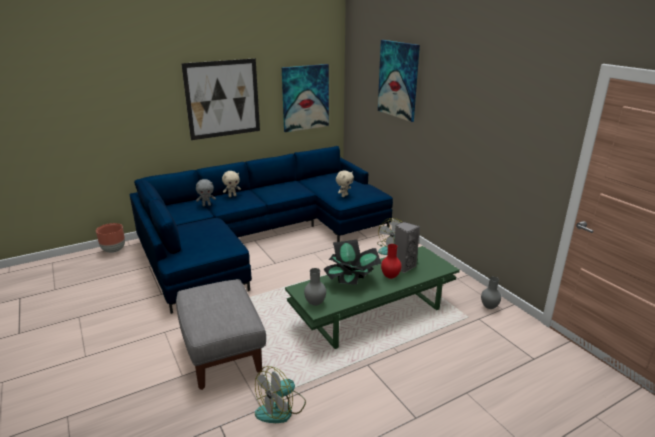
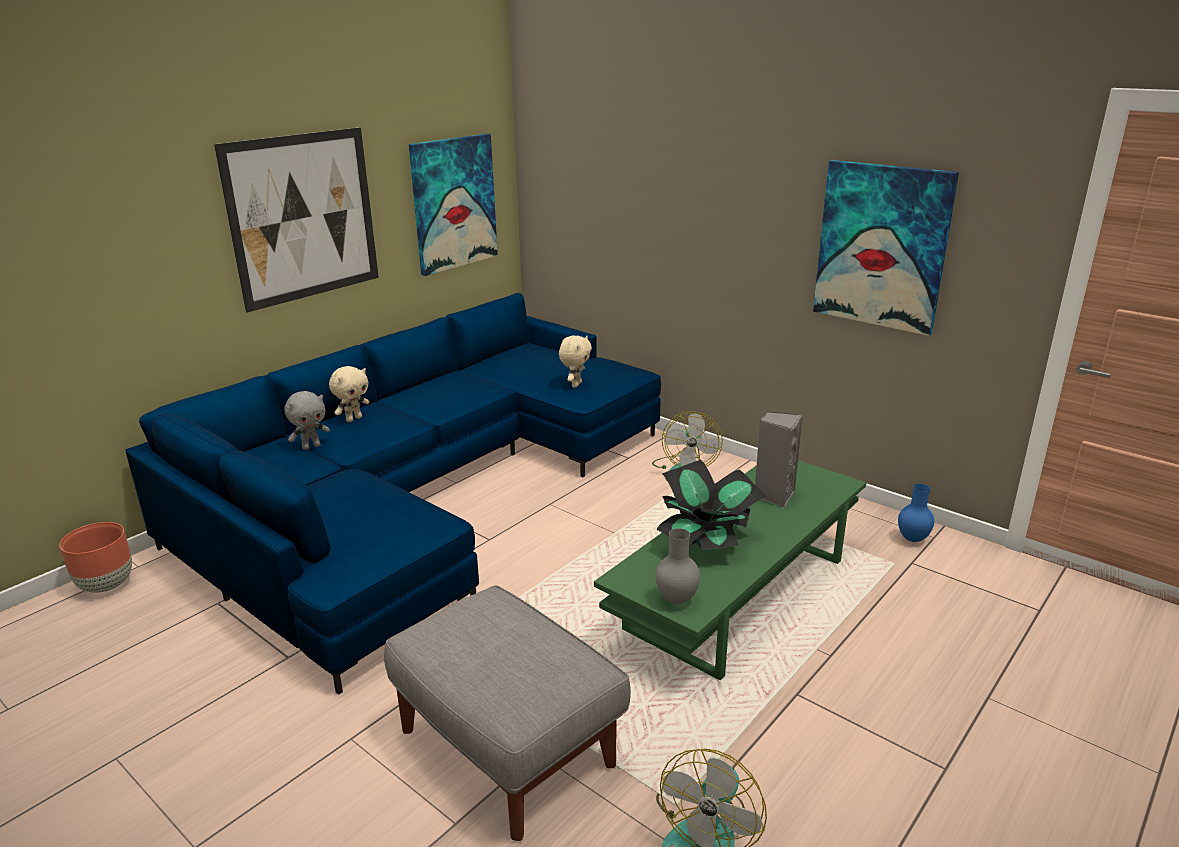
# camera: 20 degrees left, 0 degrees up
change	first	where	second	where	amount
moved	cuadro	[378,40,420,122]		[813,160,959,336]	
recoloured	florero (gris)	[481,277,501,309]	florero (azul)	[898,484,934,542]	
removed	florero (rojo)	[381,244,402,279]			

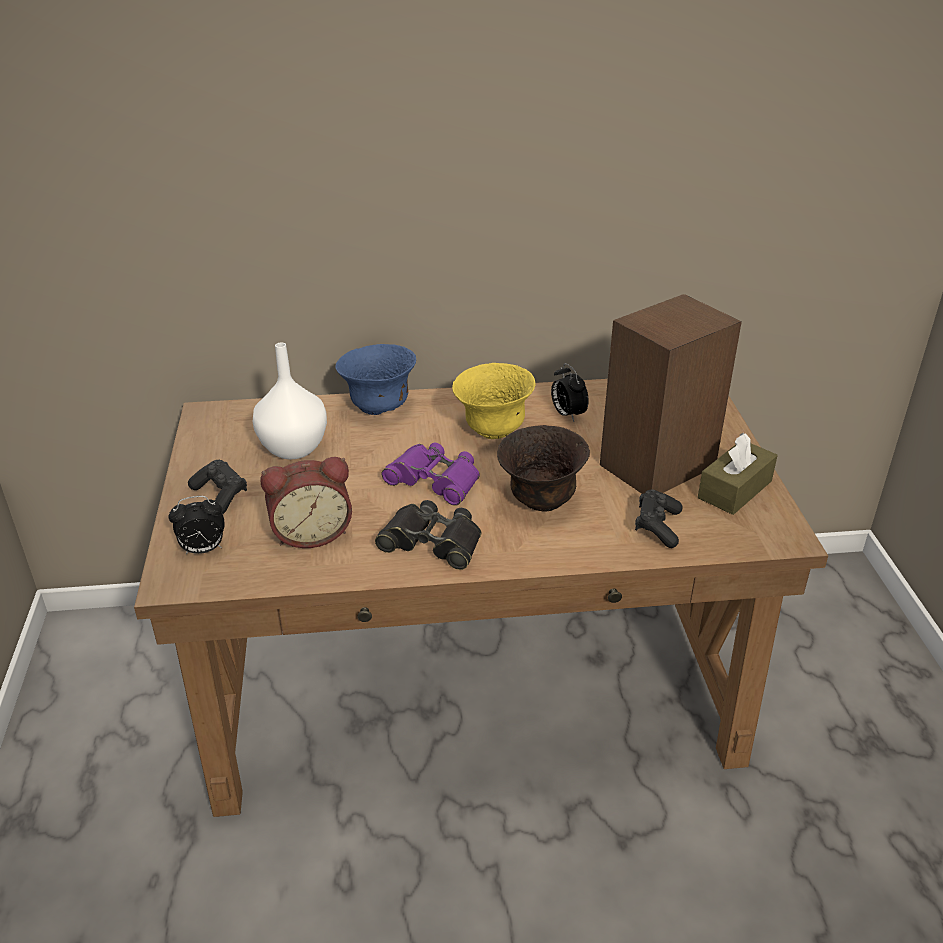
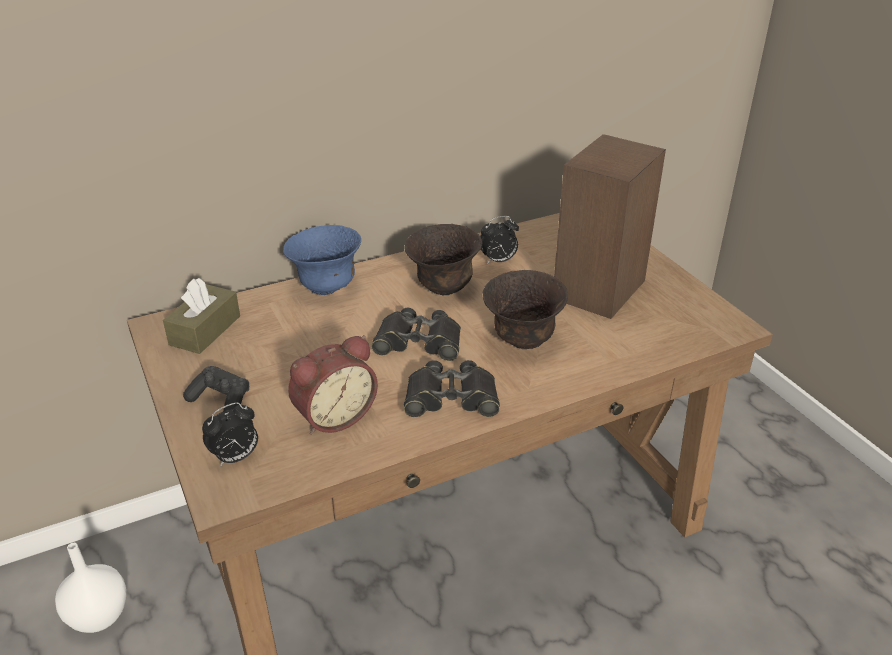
# camera: 20 degrees left, 0 degrees up
change	first	where	second	where	amount
moved	florero (blanco)	[253,342,327,460]		[55,543,127,633]	
moved	caja de pañuelos (marrón)	[698,433,778,515]		[163,278,240,354]	
recoloured	prismáticos (morado)	[382,443,480,506]	prismáticos (negro)	[371,308,461,361]	
recoloured	cuenco (amarillo)	[452,363,535,439]	cuenco (marrón)	[405,224,482,295]	
turned	despertador	[551,363,589,422]		[480,216,519,264]	60 degrees counterclockwise
removed	mando de consola (negro)	[635,489,683,548]			

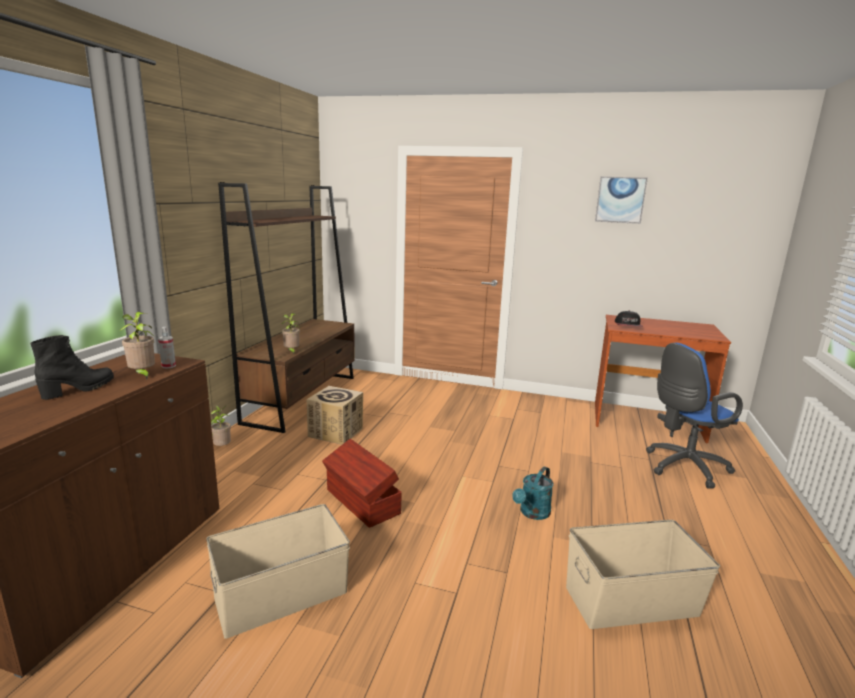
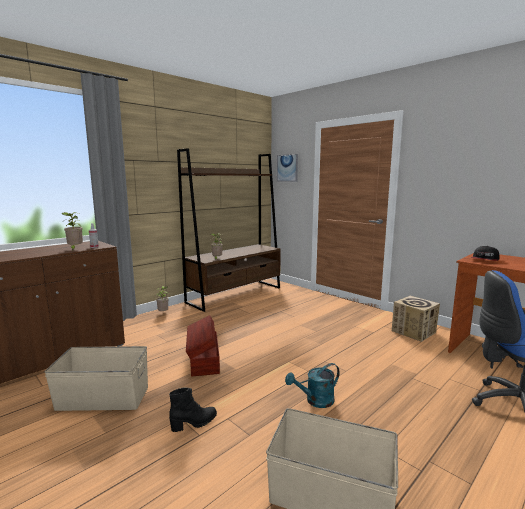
# camera: 30 degrees right, 5 degrees down
change	first	where	second	where	amount
moved	bota (negro)	[30,335,114,400]		[169,388,217,432]	
moved	cuadro	[595,176,648,224]		[277,154,298,182]	
moved	caja de cartón	[307,386,363,445]		[392,296,440,342]	

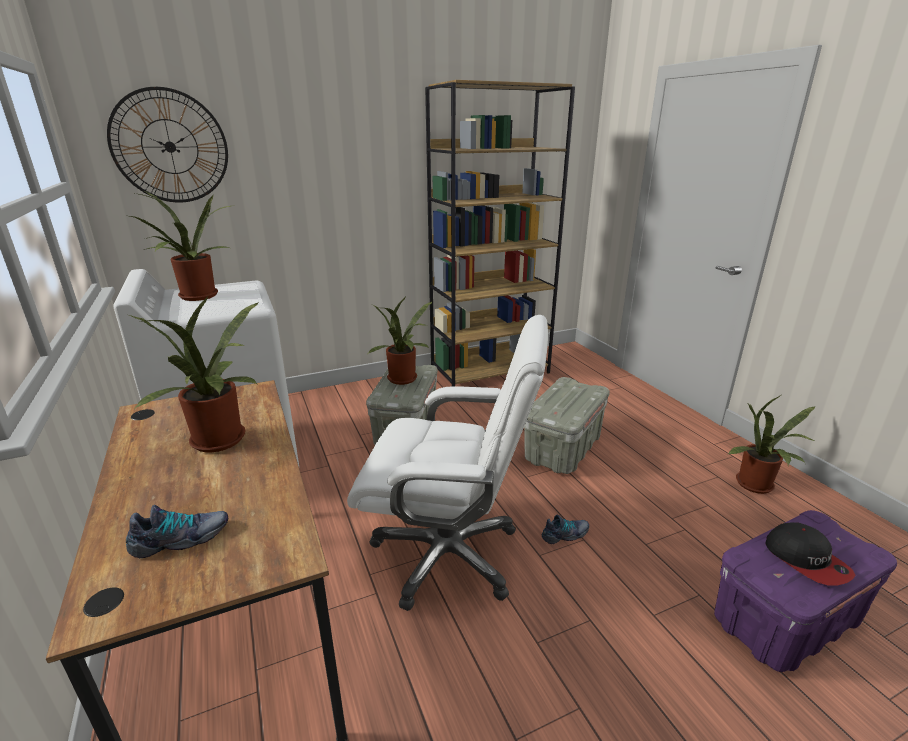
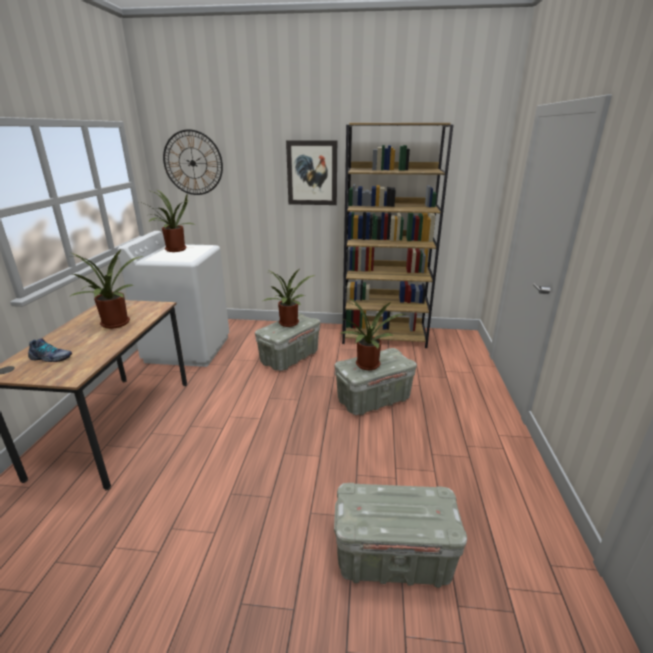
# camera: 30 degrees right, 0 degrees up
change	first	where	second	where	amount
added			cuadro	[286,140,337,205]	
recoloured	caja de almacenaje (morado)	[714,510,897,672]	caja de almacenaje (gris)	[334,483,467,588]	
moved	planta en maceta	[727,395,816,494]		[341,299,406,370]	
removed	silla de oficina (blanco)	[347,315,548,611]			
removed	zapato	[542,515,589,544]			
removed	gorra	[765,522,856,585]			

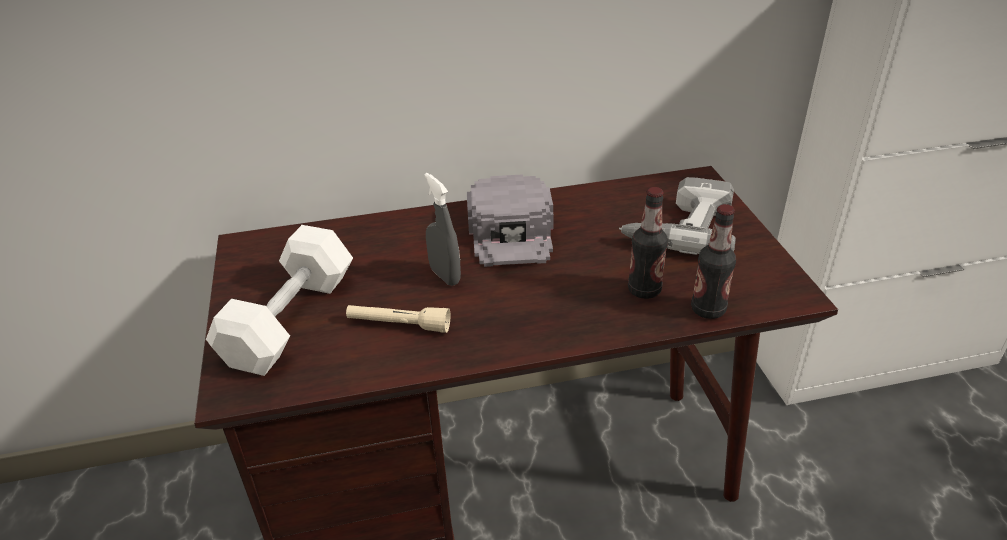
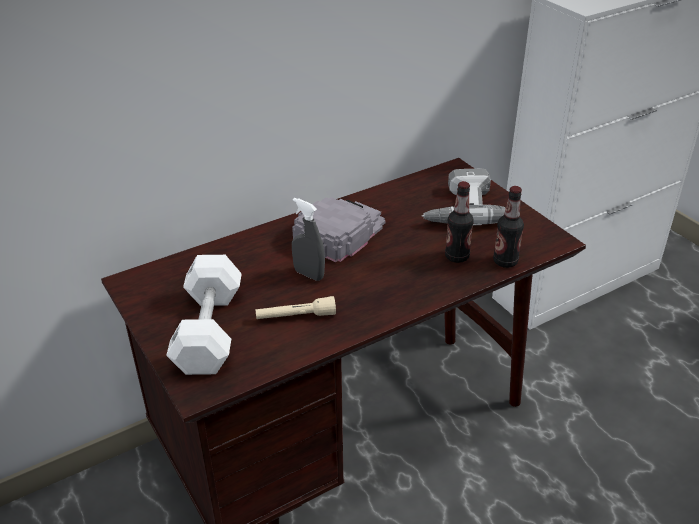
# camera: 20 degrees left, 0 degrees up
change	first	where	second	where	amount
turned	gorra (gris)	[467,174,554,267]		[292,197,385,262]	120 degrees counterclockwise

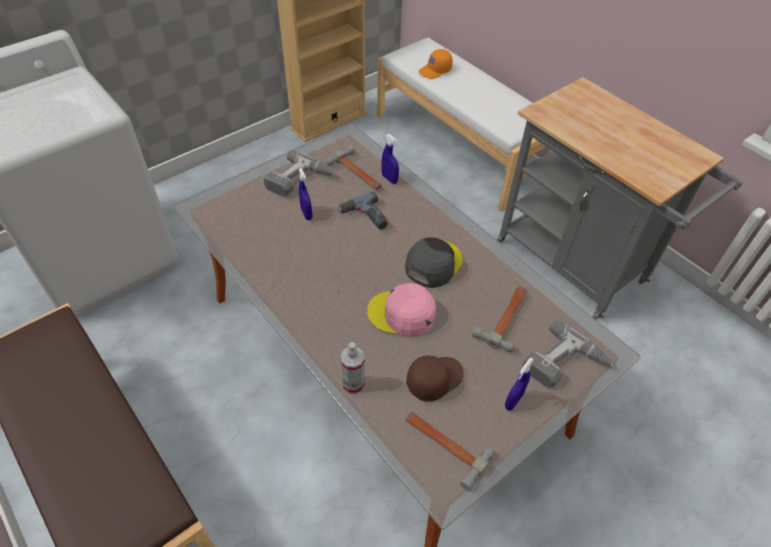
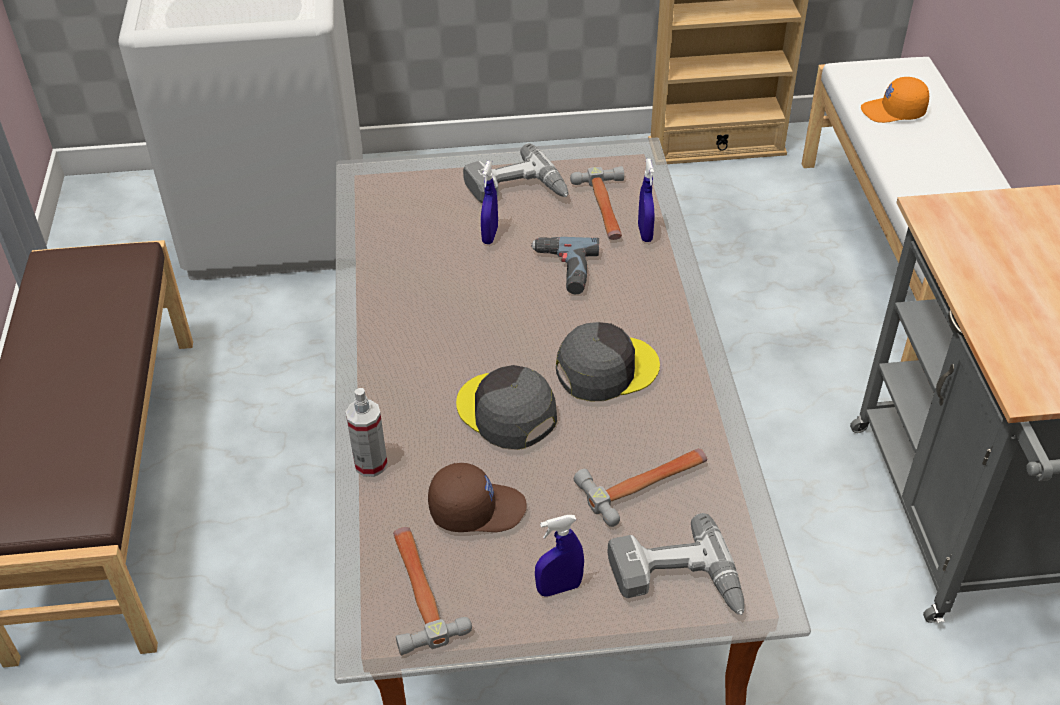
# camera: 35 degrees right, 5 degrees down
change	first	where	second	where	amount
recoloured	gorra (rosa)	[367,283,436,337]	gorra (gris)	[456,365,557,449]	

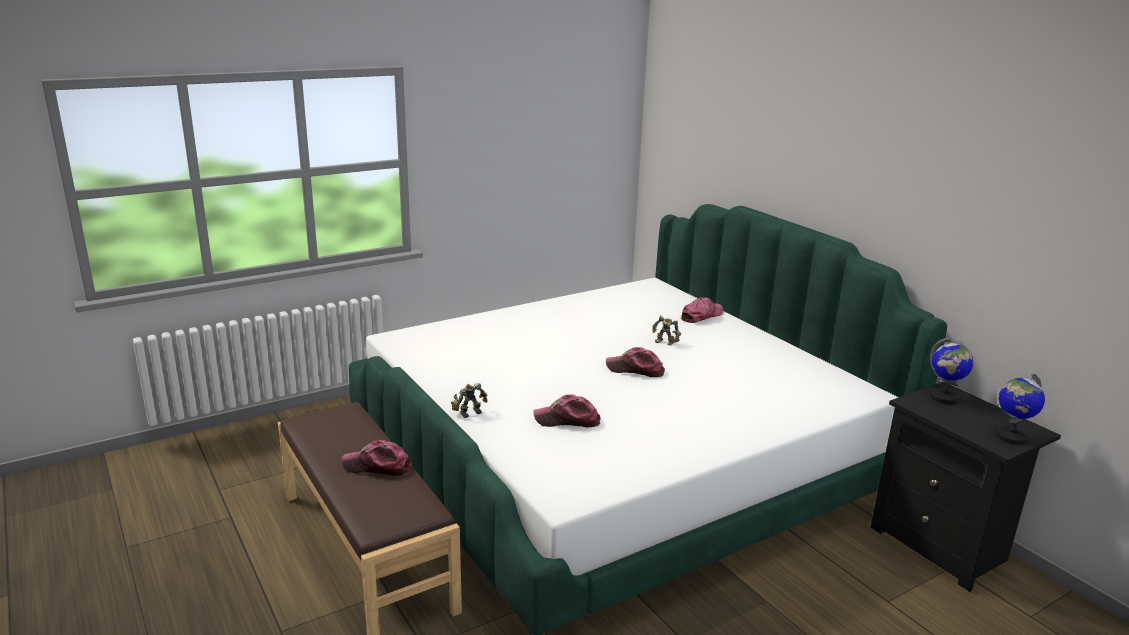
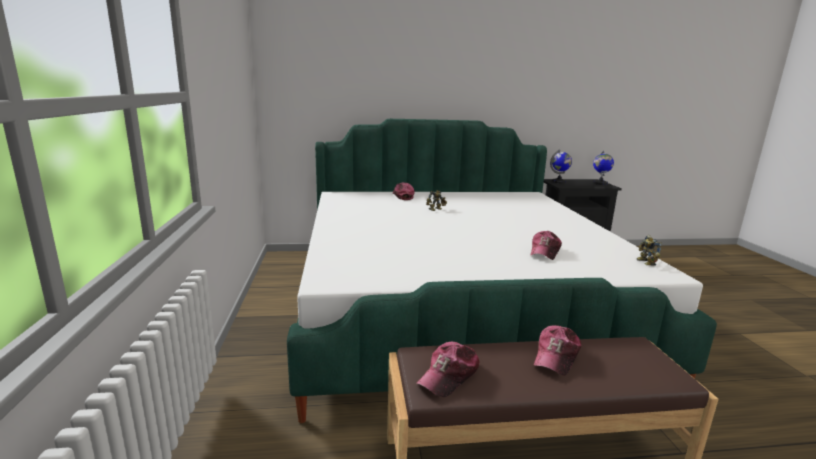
# camera: 65 degrees left, 5 degrees down
change	first	where	second	where	amount
moved	gorra	[606,347,665,377]		[416,342,480,397]	
moved	robot de juguete	[451,383,488,418]		[636,235,662,266]	

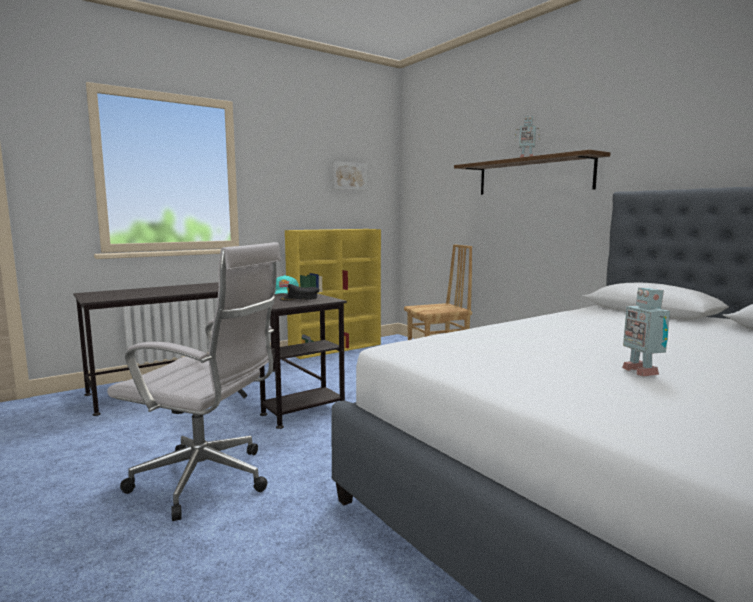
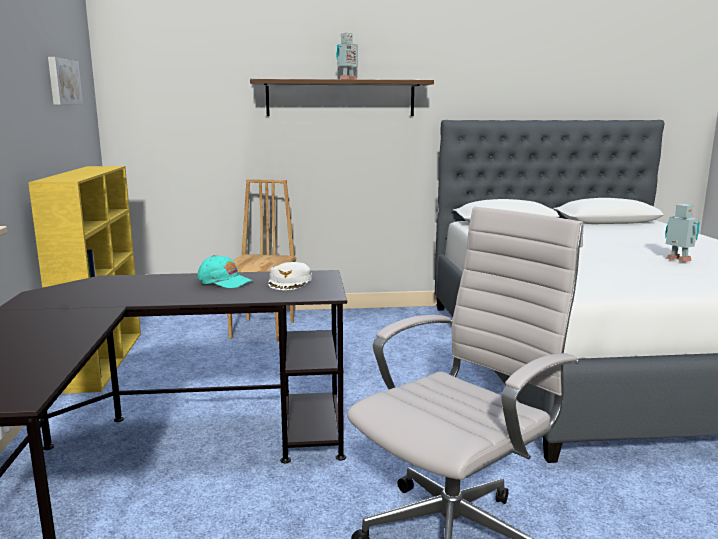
# camera: 60 degrees left, 5 degrees up
change	first	where	second	where	amount
recoloured	gorra (negro)	[280,284,320,301]	gorra (blanco)	[268,262,312,290]	
turned	robot de juguete	[622,288,670,377]		[665,204,700,262]	135 degrees counterclockwise

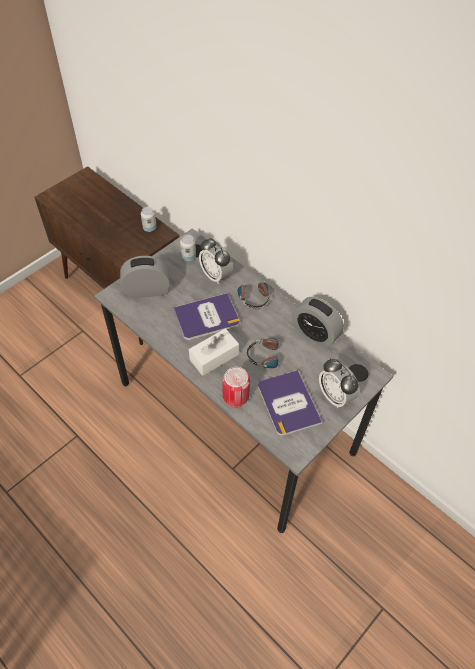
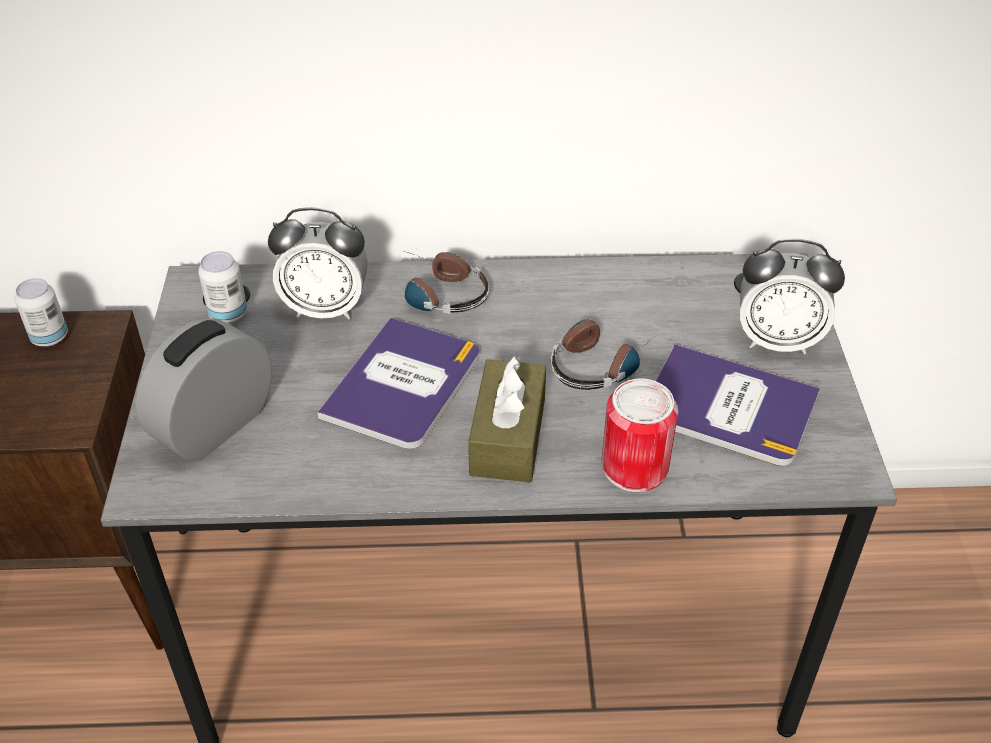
# camera: 45 degrees left, 10 degrees down
change	first	where	second	where	amount
recoloured	caja de pañuelos (blanco)	[189,328,239,376]	caja de pañuelos (marrón)	[468,356,546,483]	
removed	despertador	[292,297,344,347]			

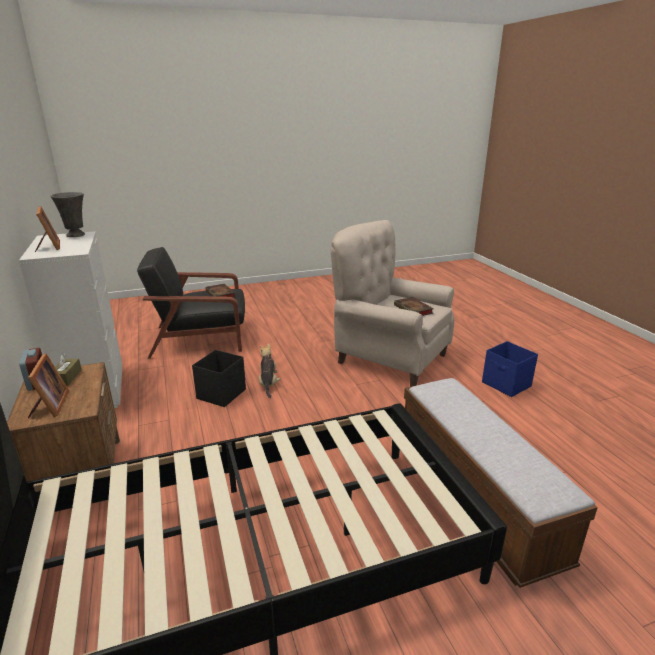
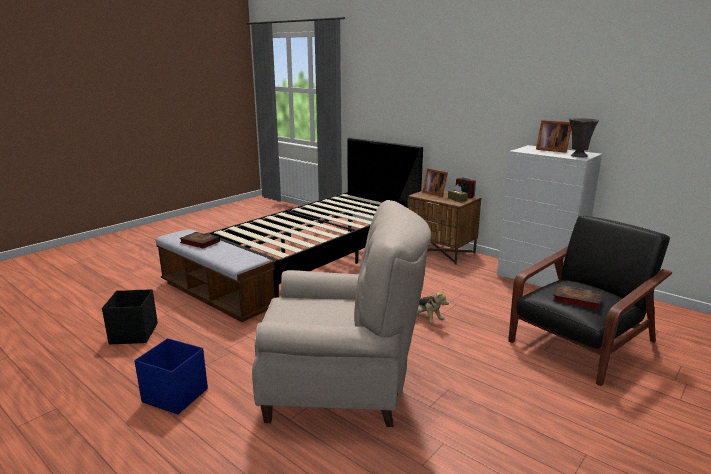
# camera: 150 degrees right, 5 degrees down
change	first	where	second	where	amount
moved	caja de almacenaje (negro)	[192,350,246,407]		[102,289,158,344]	
moved	libro	[394,297,434,316]		[179,232,220,248]	

